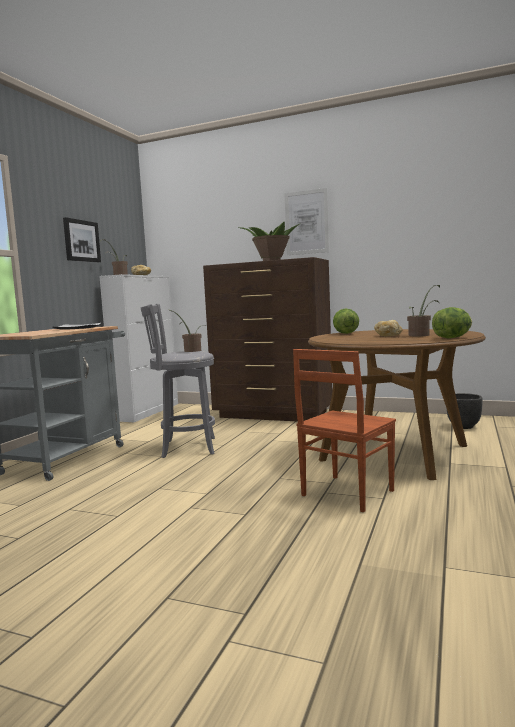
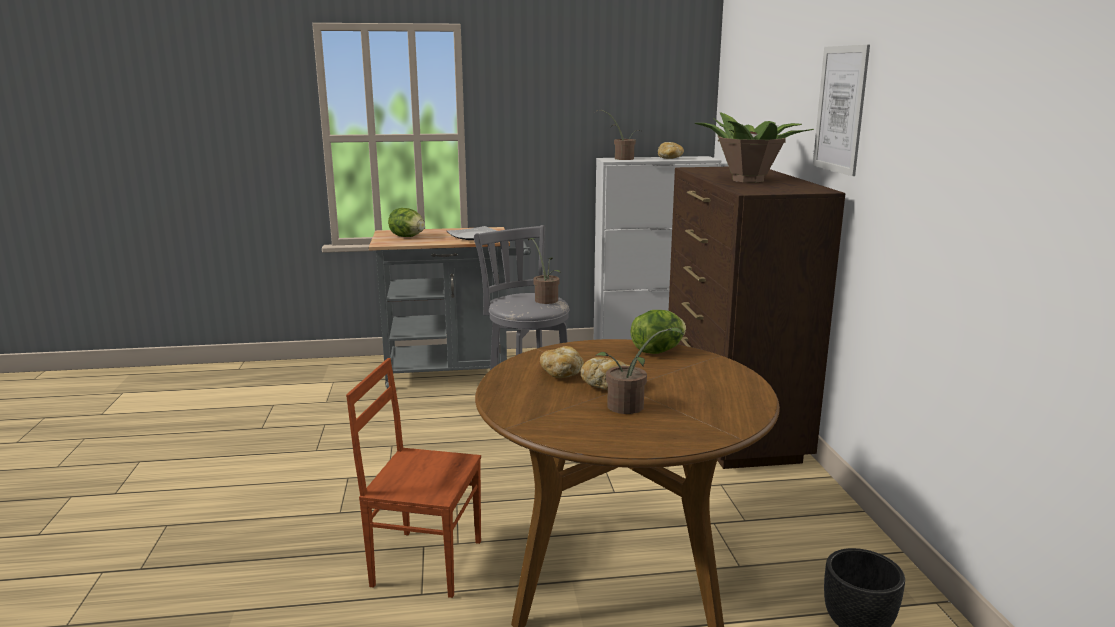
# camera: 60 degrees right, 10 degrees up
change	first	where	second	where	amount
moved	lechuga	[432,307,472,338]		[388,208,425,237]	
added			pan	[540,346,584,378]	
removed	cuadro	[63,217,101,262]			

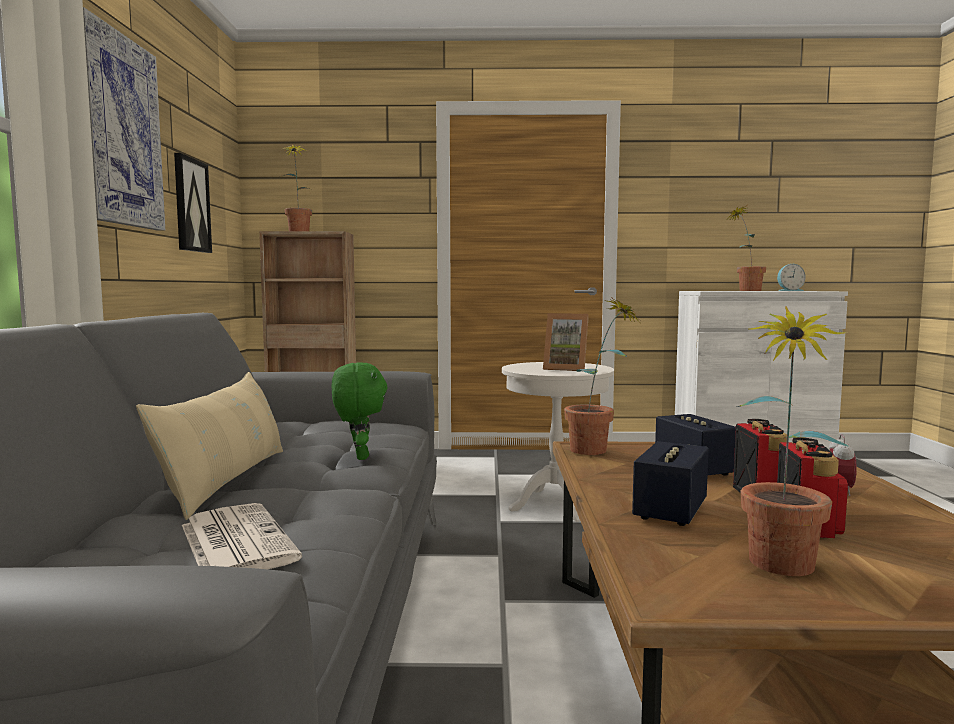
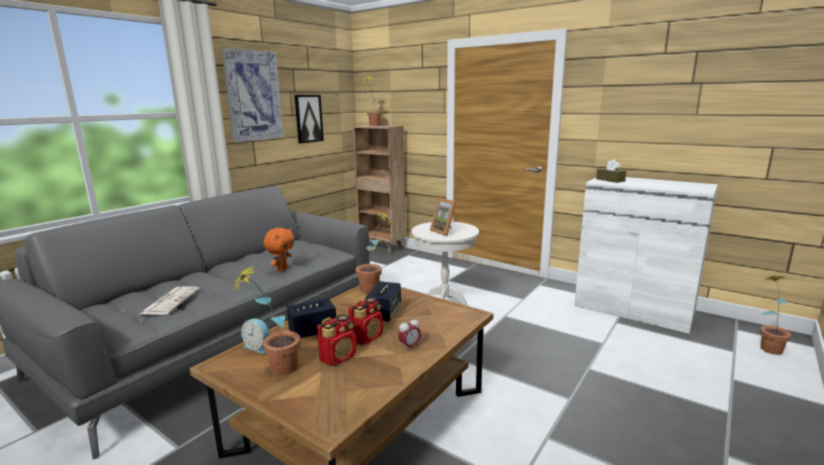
# camera: 35 degrees right, 10 degrees up
change	first	where	second	where	amount
moved	despertador	[777,264,805,291]		[241,319,270,354]	
recoloured	peluche (verde)	[332,362,388,460]	peluche (naranja)	[264,228,294,272]	
added			caja de pañuelos (marrón)	[596,159,626,183]	
moved	planta en maceta	[726,206,766,291]		[760,276,791,355]	
removed	cojín (beis)	[136,372,283,520]			

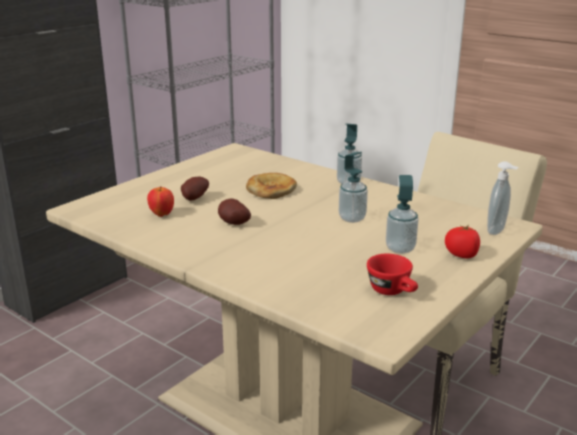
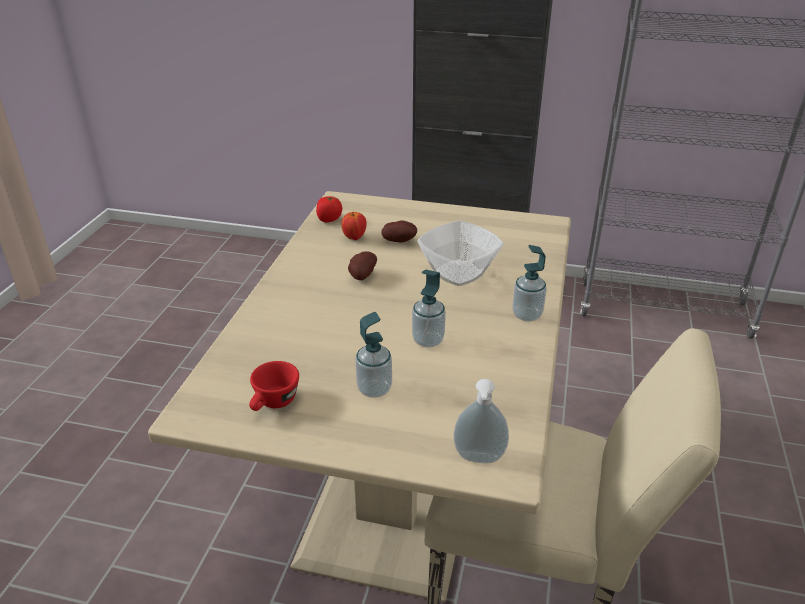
# camera: 65 degrees right, 10 degrees up
change	first	where	second	where	amount
moved	tomate	[445,225,480,258]		[316,196,342,222]	
replaced	pan	[246,173,297,199]	cuenco	[417,221,503,286]	

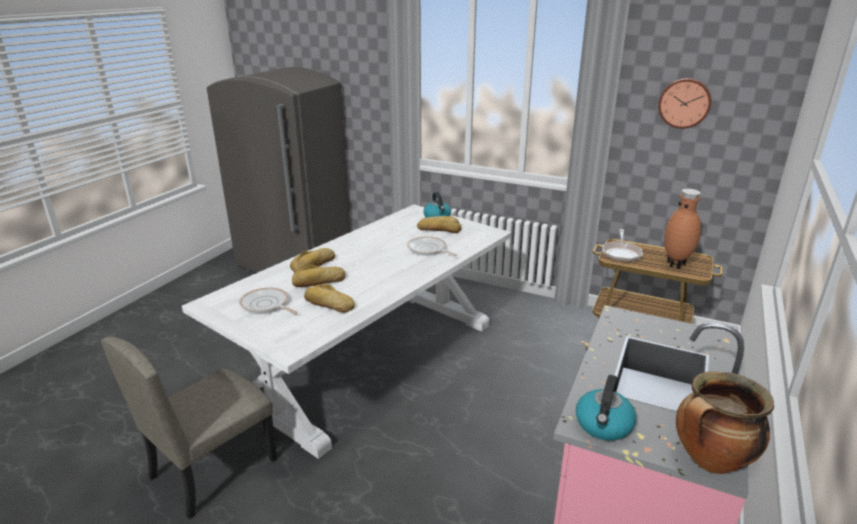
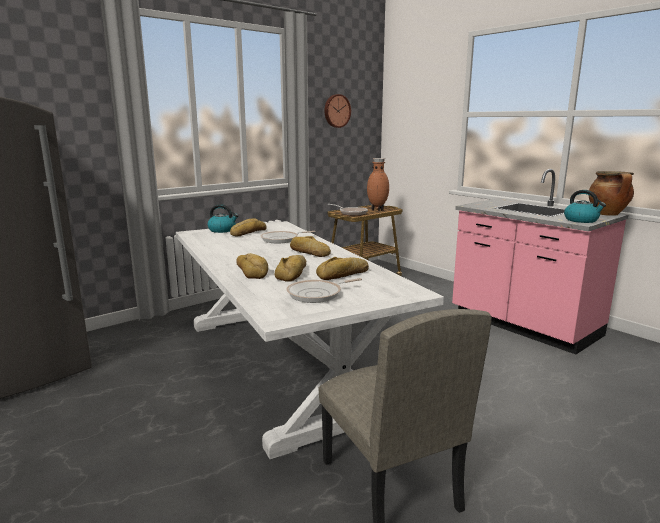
# camera: 65 degrees left, 10 degrees down
change	first	where	second	where	amount
added			pan	[290,236,331,257]	

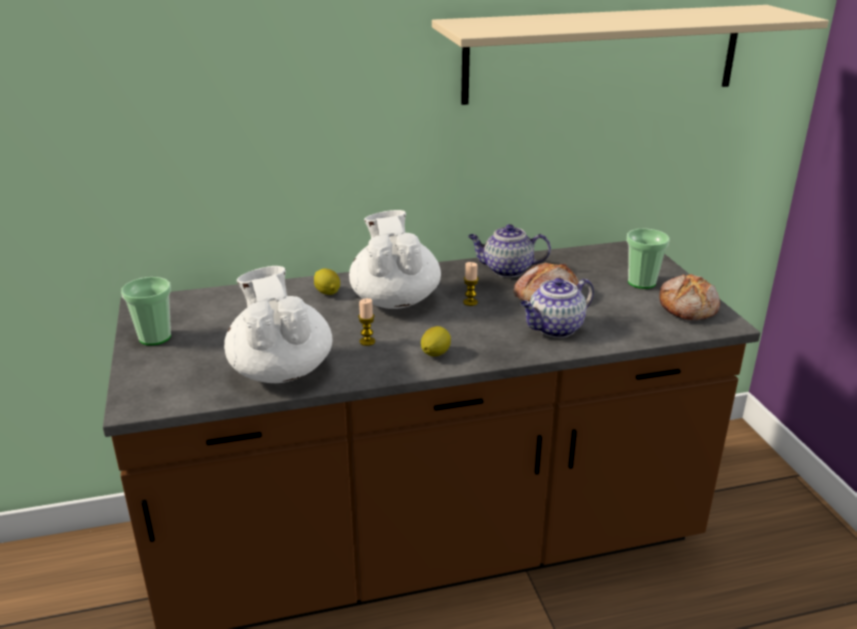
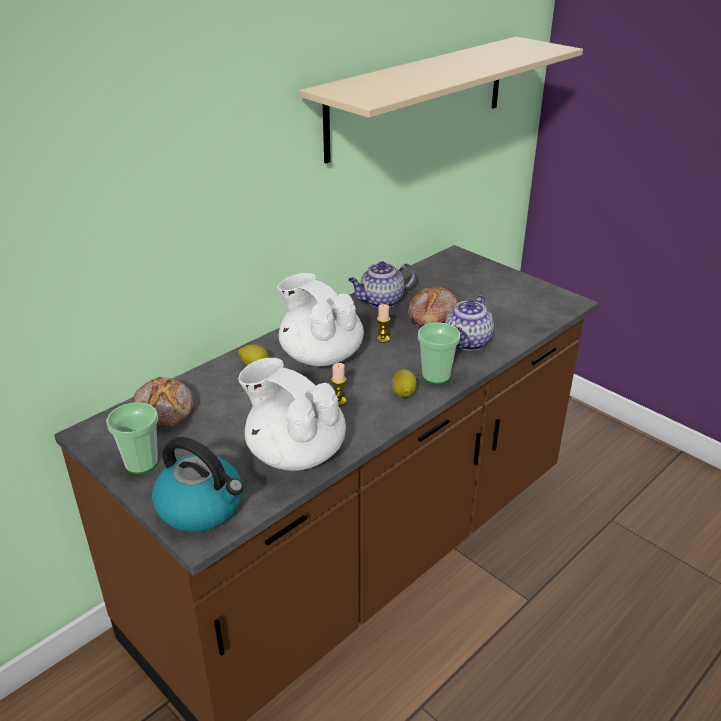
# camera: 30 degrees left, 5 degrees up
change	first	where	second	where	amount
moved	pan	[659,274,720,320]		[133,377,195,428]	
added			hervidor	[152,437,244,532]	
moved	taza	[627,228,670,289]		[418,322,460,384]	

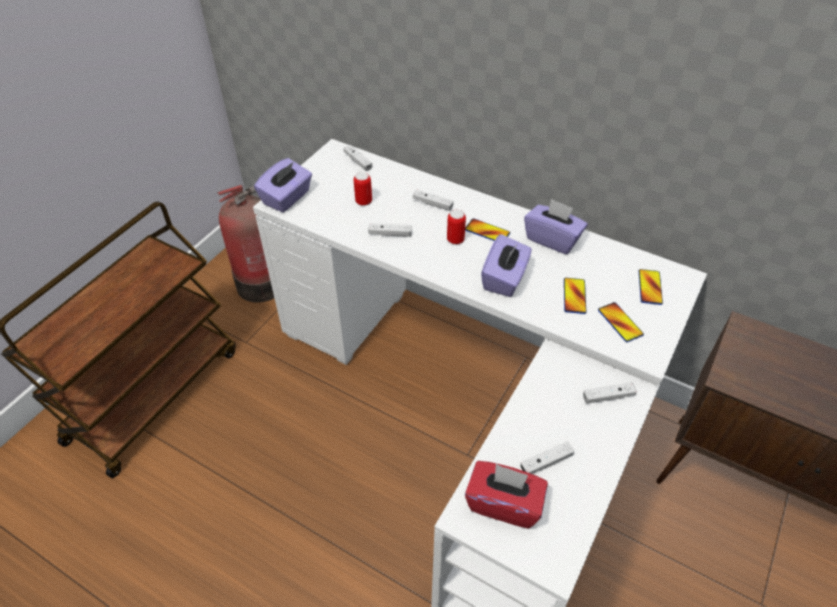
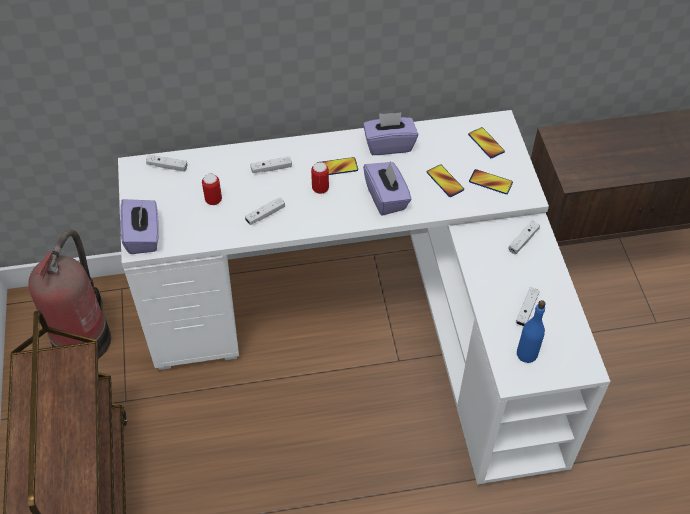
# camera: 40 degrees left, 5 degrees up
change	first	where	second	where	amount
replaced	caja de pañuelos (rojo)	[465,461,548,529]	botella (azul)	[517,300,546,363]	

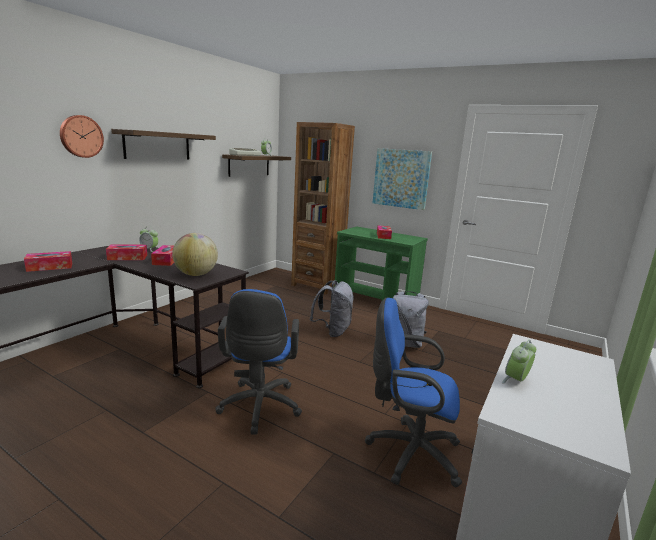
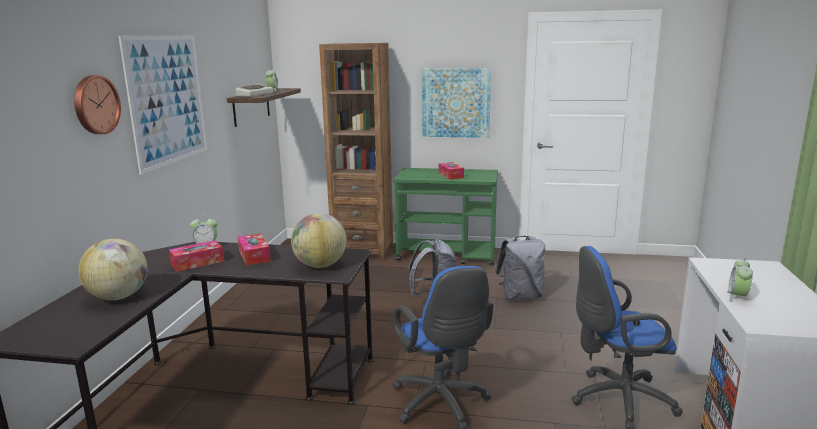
# camera: 20 degrees left, 0 degrees up
change	first	where	second	where	amount
replaced	caja de pañuelos	[24,251,72,272]	globo terráqueo	[78,238,147,300]	
replaced	estante	[111,129,216,159]	cuadro	[118,35,208,175]	

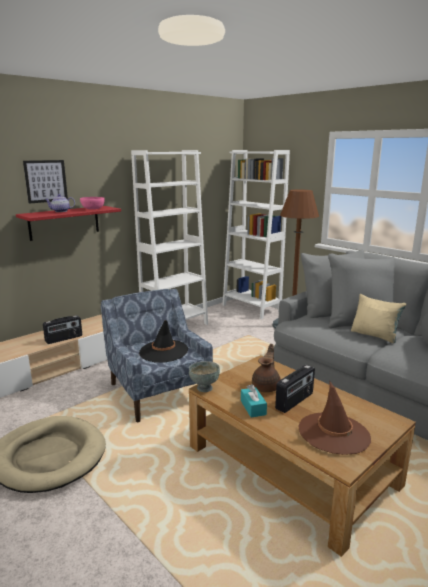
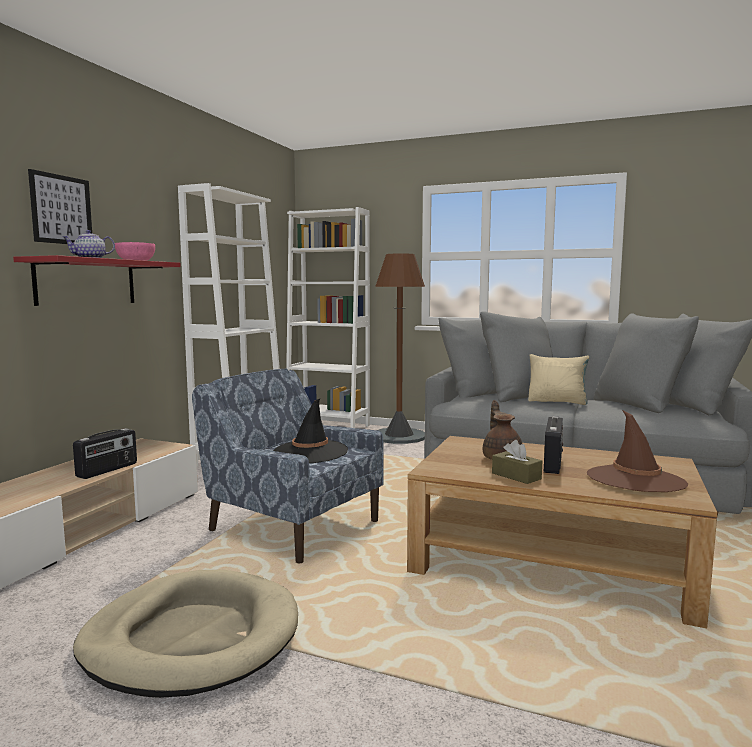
# camera: 25 degrees left, 10 degrees down
change	first	where	second	where	amount
recoloured	caja de pañuelos (turquesa)	[241,384,267,418]	caja de pañuelos (marrón)	[492,440,542,484]	
removed	cuenco (gris)	[189,361,220,392]			

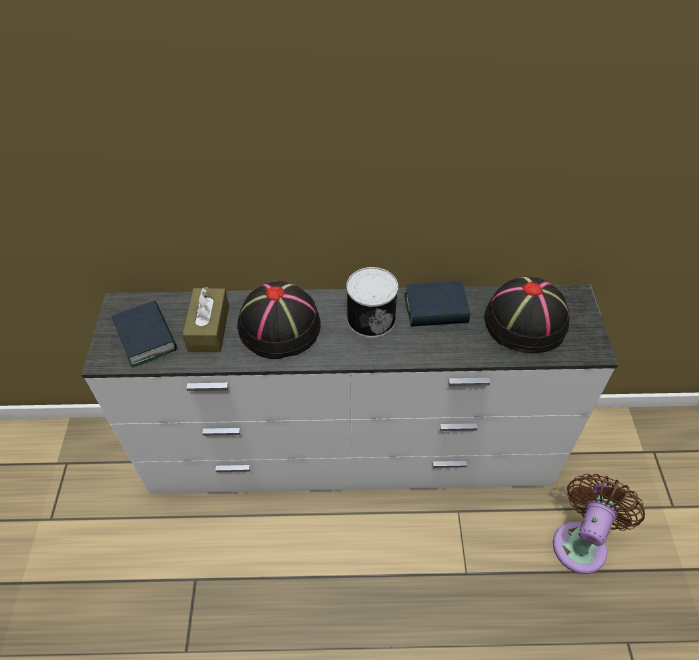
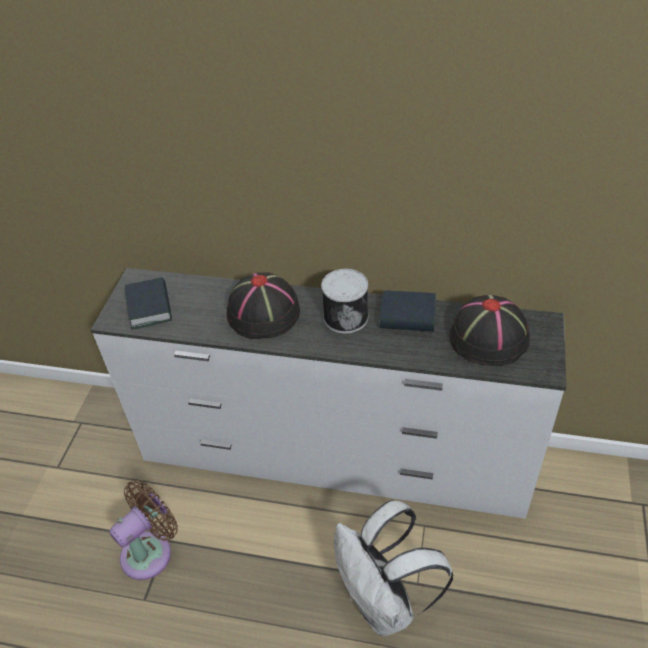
# camera: 15 degrees right, 5 degrees down
change	first	where	second	where	amount
moved	ventilador (marrón)	[553,474,645,574]		[109,480,178,580]	
added			mochila (blanco)	[334,500,454,636]	
removed	caja de pañuelos (marrón)	[182,287,229,352]			

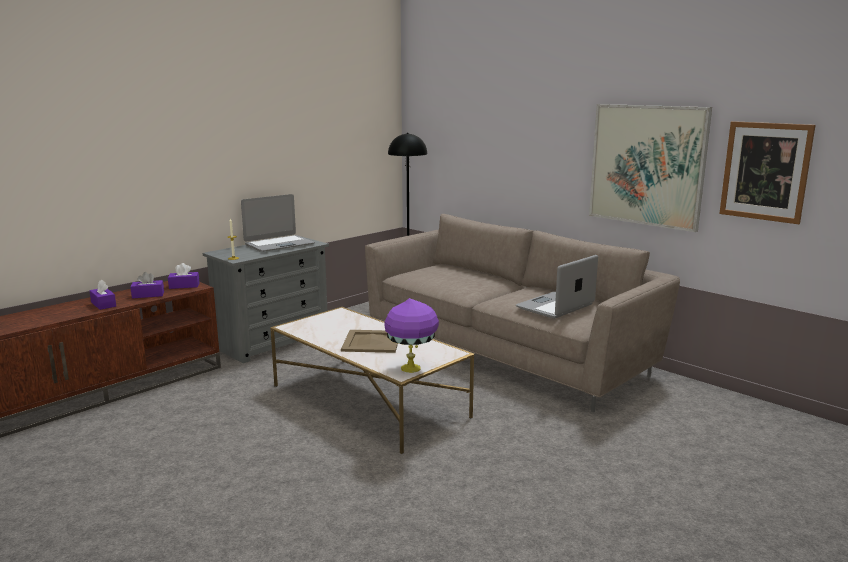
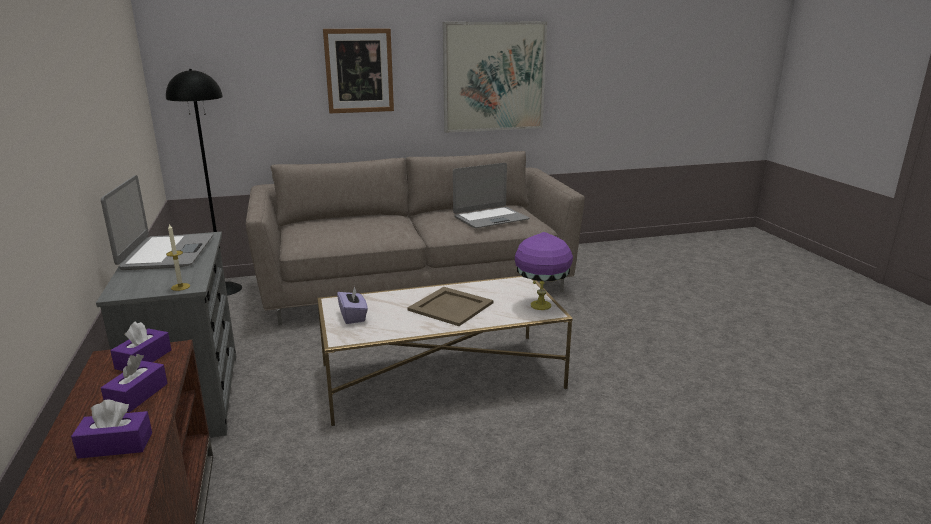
# camera: 60 degrees left, 5 degrees up
change	first	where	second	where	amount
moved	cuadro	[719,121,816,224]		[323,28,394,113]	
added			caja de pañuelos (morado)	[337,286,368,324]	
turned	portátil	[516,255,598,319]		[453,163,529,228]	105 degrees counterclockwise

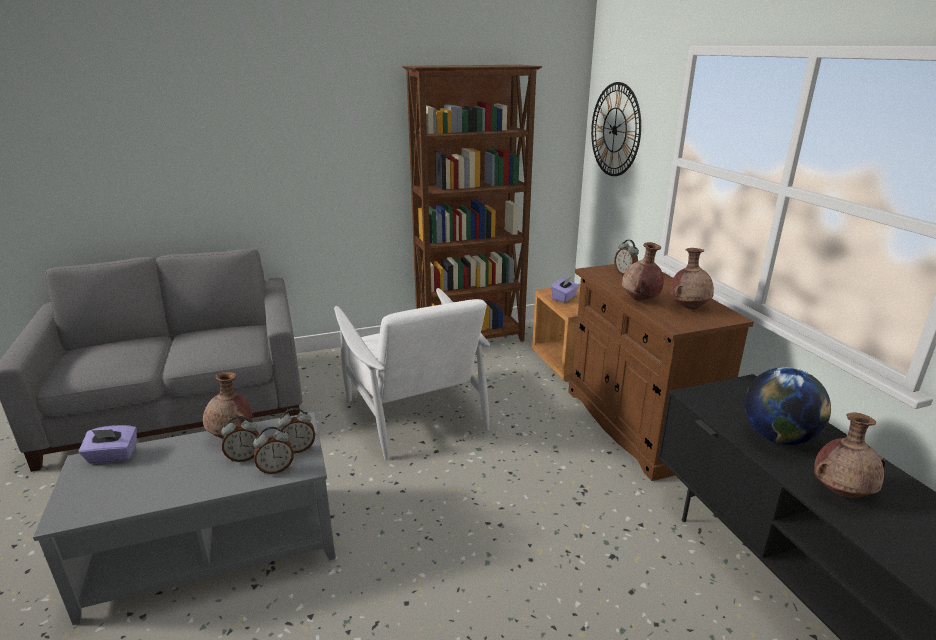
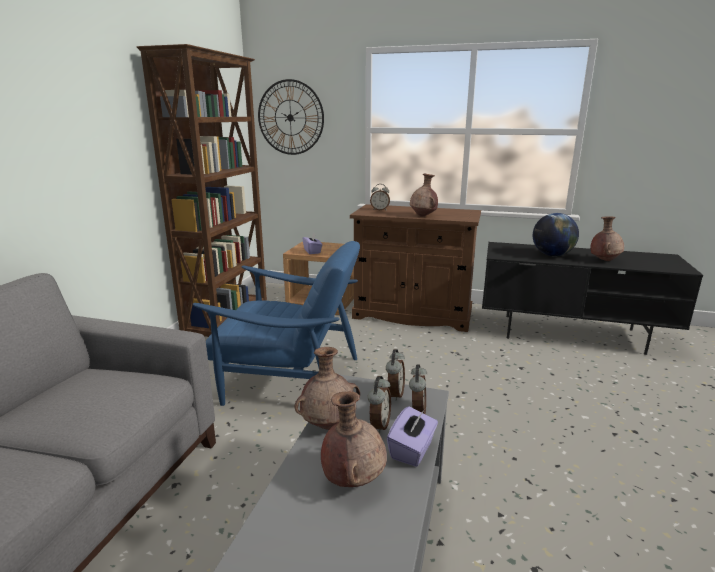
# camera: 55 degrees left, 5 degrees down
change	first	where	second	where	amount
recoloured	sillón (blanco)	[334,288,490,460]	sillón (azul)	[193,241,360,406]	
moved	florero (marrón)	[670,248,714,310]		[321,391,387,487]	
moved	caja de pañuelos (morado)	[79,425,137,464]		[387,406,438,467]	

